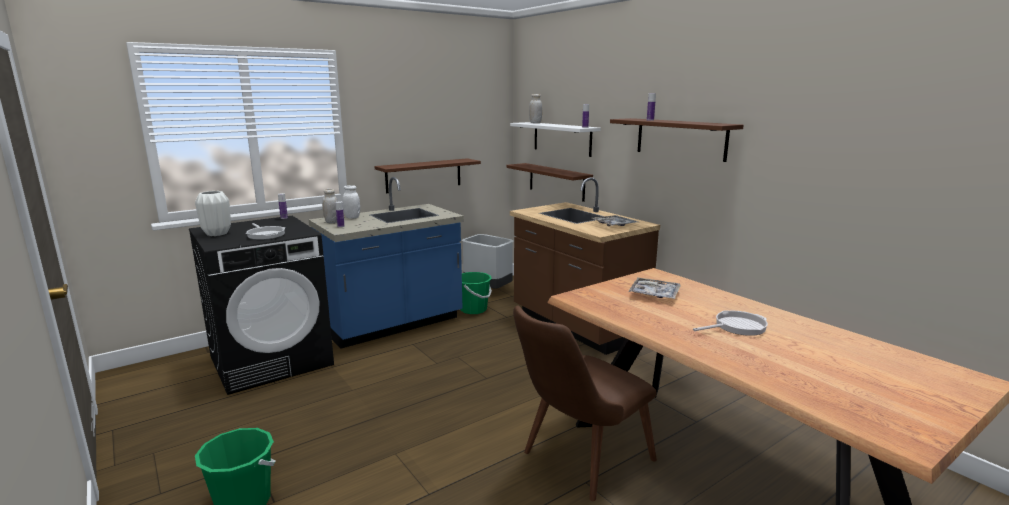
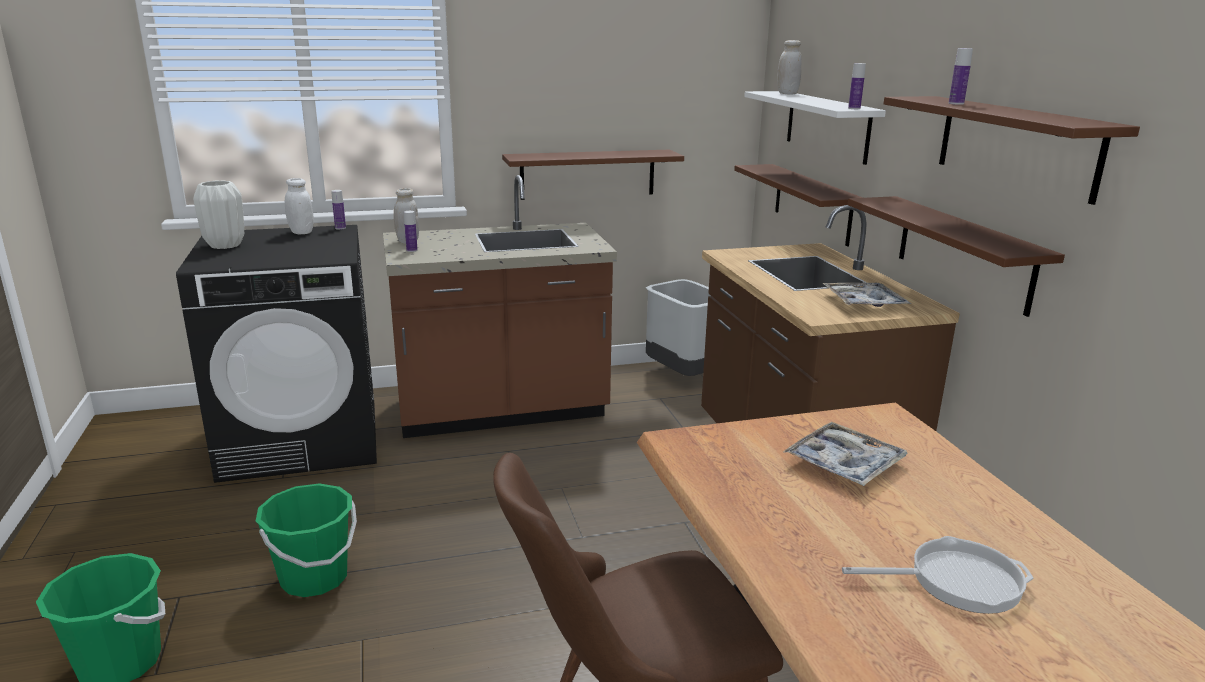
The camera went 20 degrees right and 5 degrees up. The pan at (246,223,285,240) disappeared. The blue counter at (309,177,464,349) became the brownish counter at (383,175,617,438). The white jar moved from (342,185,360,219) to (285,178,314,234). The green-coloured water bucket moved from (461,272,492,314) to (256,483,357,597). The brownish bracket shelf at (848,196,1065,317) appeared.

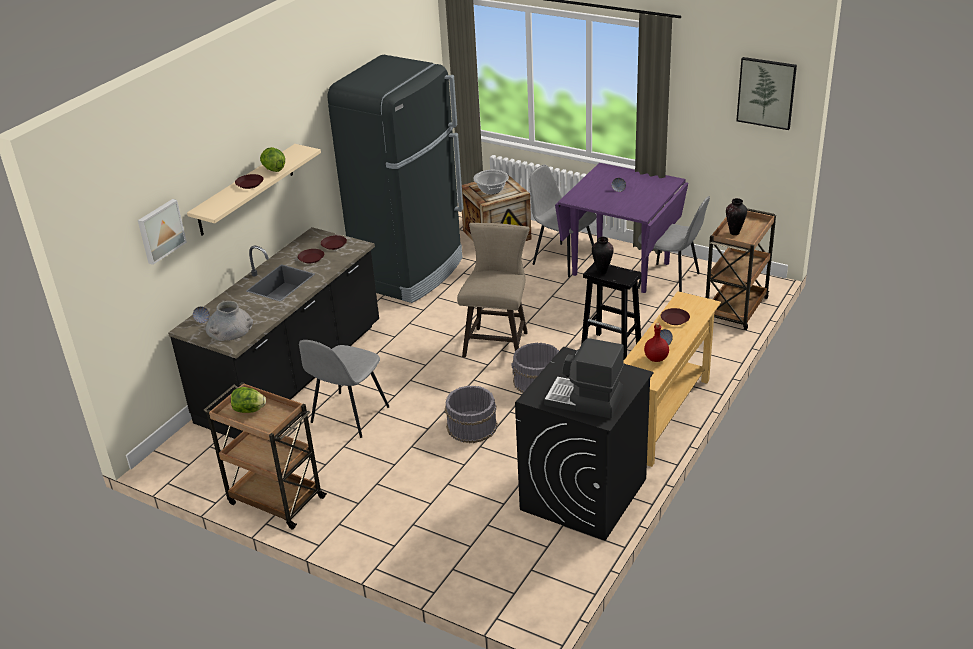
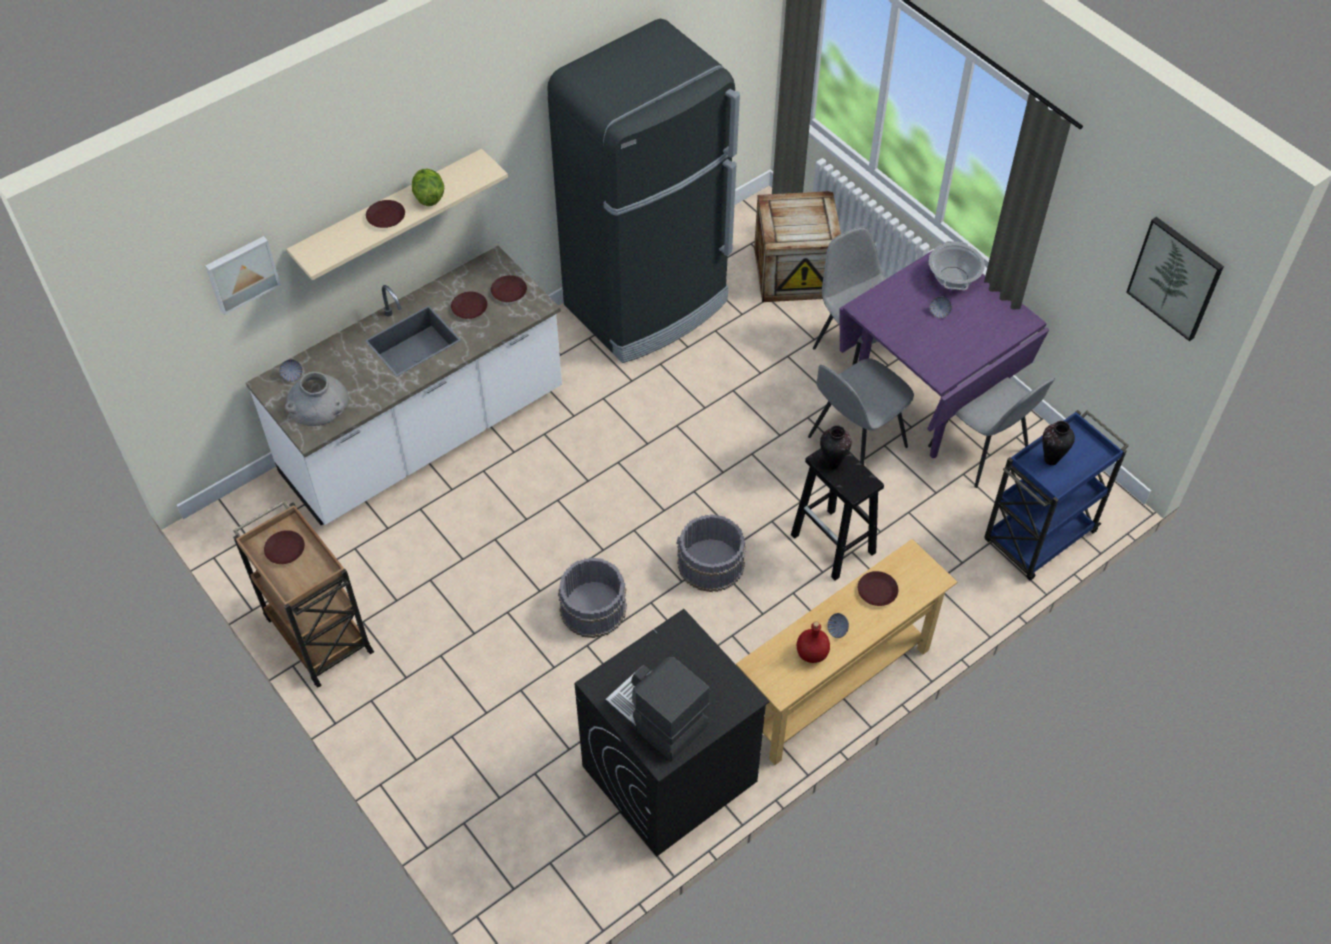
The camera went 20 degrees right and 20 degrees up. The black counter at (168,227,379,439) became the white counter at (246,246,562,525). The lettuce head at (231,387,266,413) was replaced by the brownish plate at (264,530,305,564). The grey chair moved from (299,340,390,438) to (808,358,914,465). The beige stool seat at (457,223,530,357) disappeared. The saucepot moved from (473,170,509,194) to (929,241,985,290). The brownish cart at (706,208,776,330) became the blue cart at (984,410,1129,581).

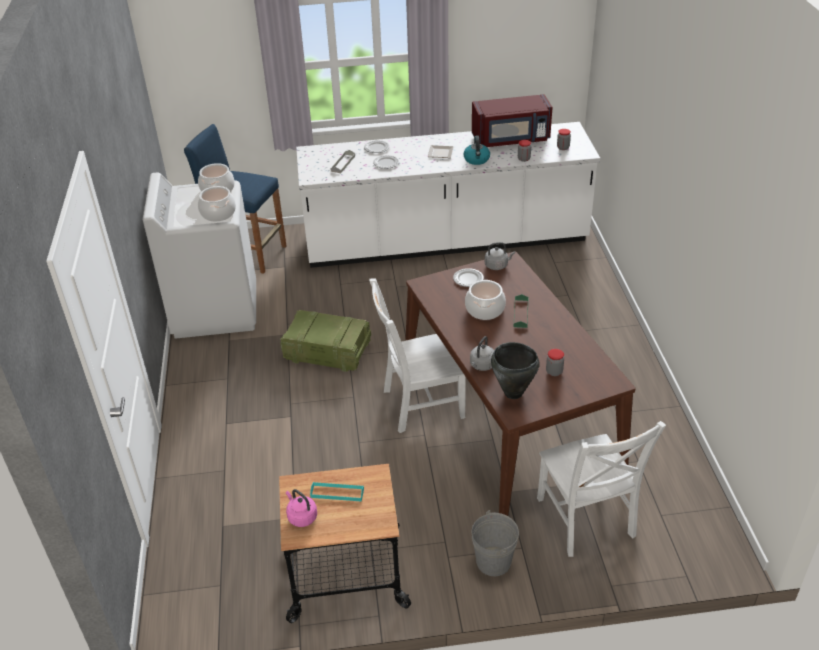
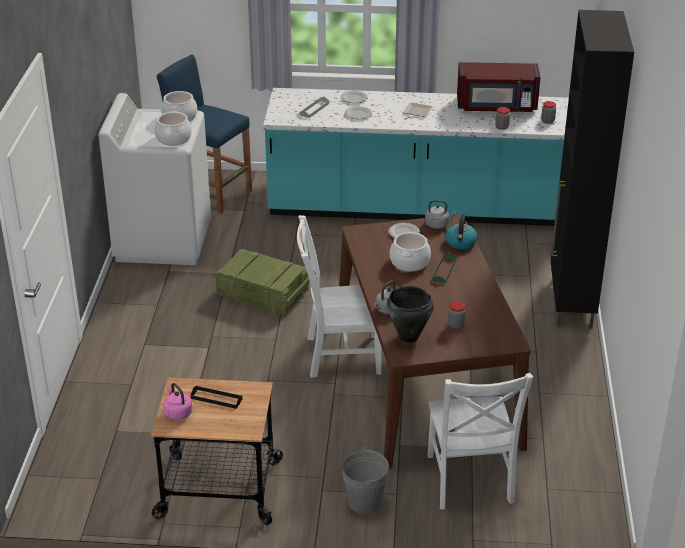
The camera went 10 degrees right and 5 degrees down. The white counter at (296,122,601,268) became the turquoise-coloured counter at (263,88,569,226). The turquoise-coloured serving tray at (310,482,364,502) became the black serving tray at (191,386,242,409). The kettle moved from (464,135,490,165) to (445,215,477,249). The black cabinet at (551,10,634,328) appeared.

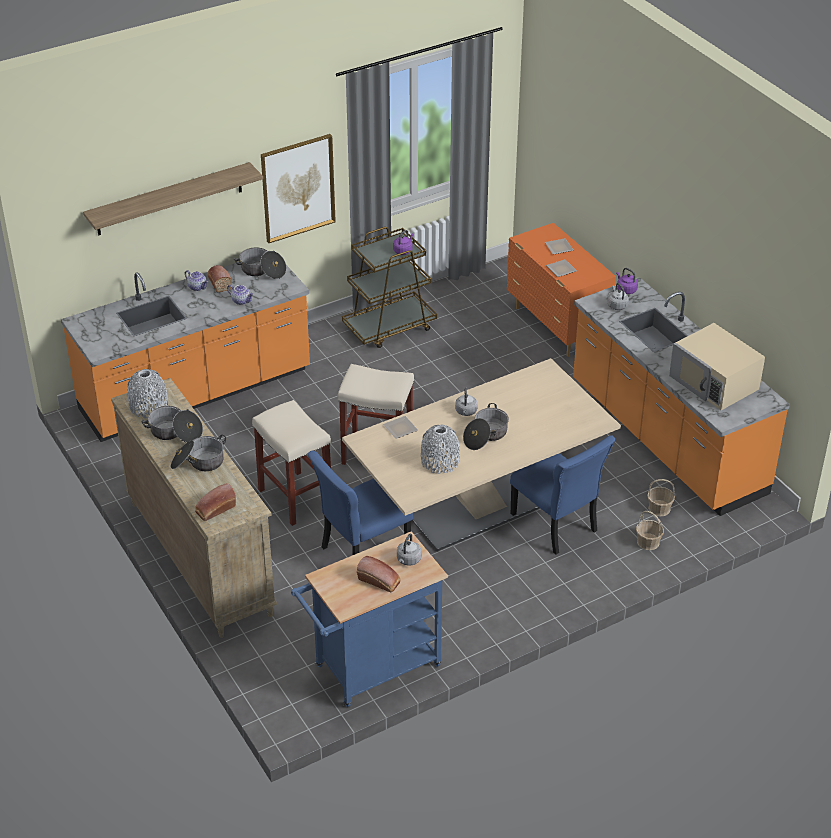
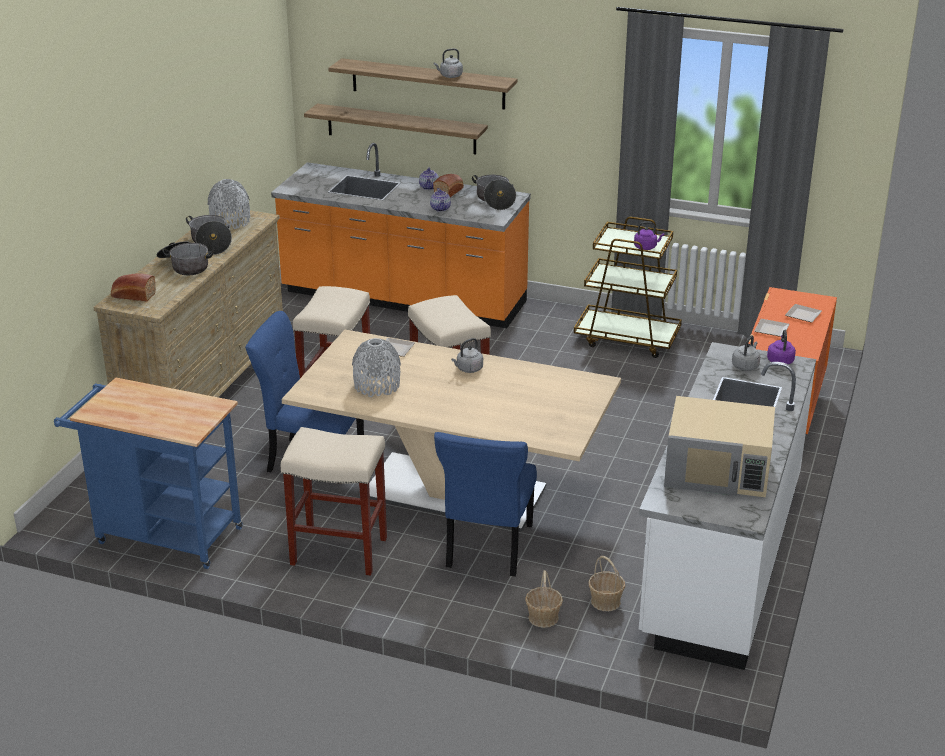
The camera went 50 degrees right and 10 degrees down. The wall picture at (261,134,336,243) disappeared. The bread at (357,556,400,592) disappeared. The grey kettle moved from (397,533,421,566) to (434,48,463,78). The saucepot at (463,403,509,450) disappeared. The orangey counter at (573,277,790,516) became the white counter at (639,342,816,670). The beige kitchen microwave at (669,323,765,410) turned 90 degrees counterclockwise. The beige stool seat at (281,427,387,576) appeared. The bracket shelf at (304,104,488,155) appeared.

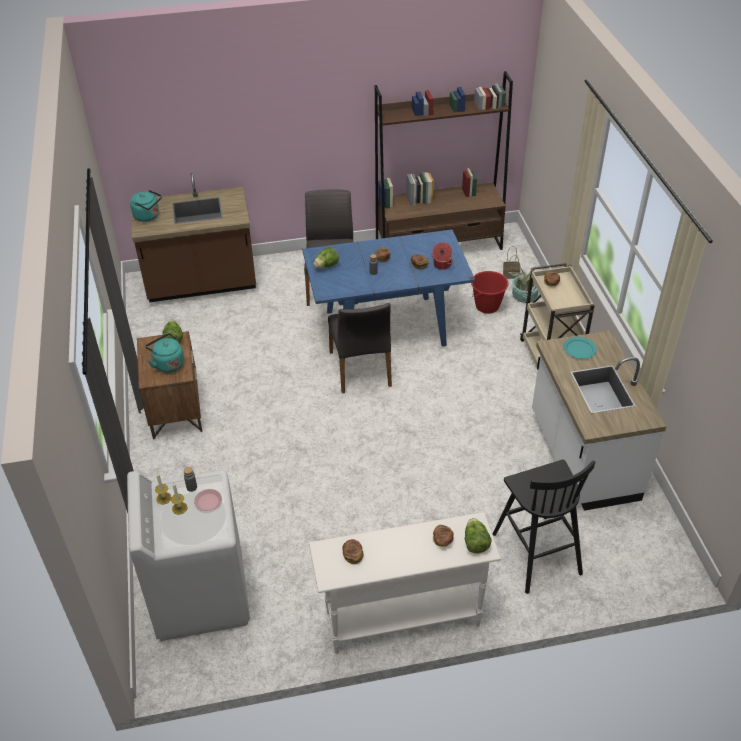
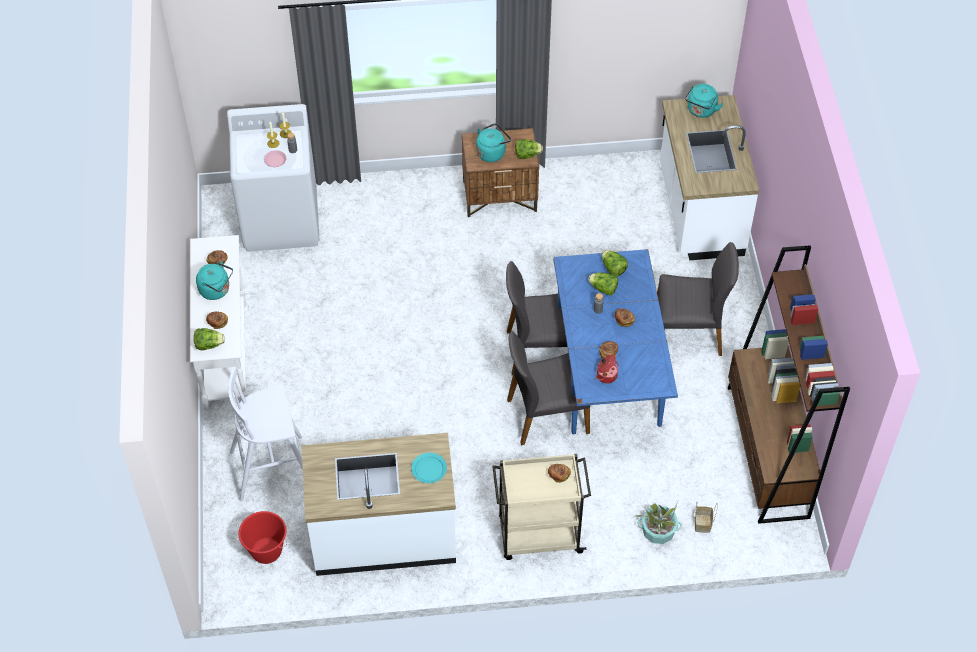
The camera went 95 degrees right and 10 degrees up. The brownish counter at (131,173,256,302) became the white counter at (660,95,759,260). The reddish water bucket moved from (471,271,509,314) to (238,511,287,564). The black stool seat at (493,459,595,594) became the white stool seat at (228,368,303,501). The turquoise-coloured kettle at (196,261,233,300) appeared. The grey chair at (507,331,590,445) appeared. The lettuce head at (588,273,618,296) appeared.

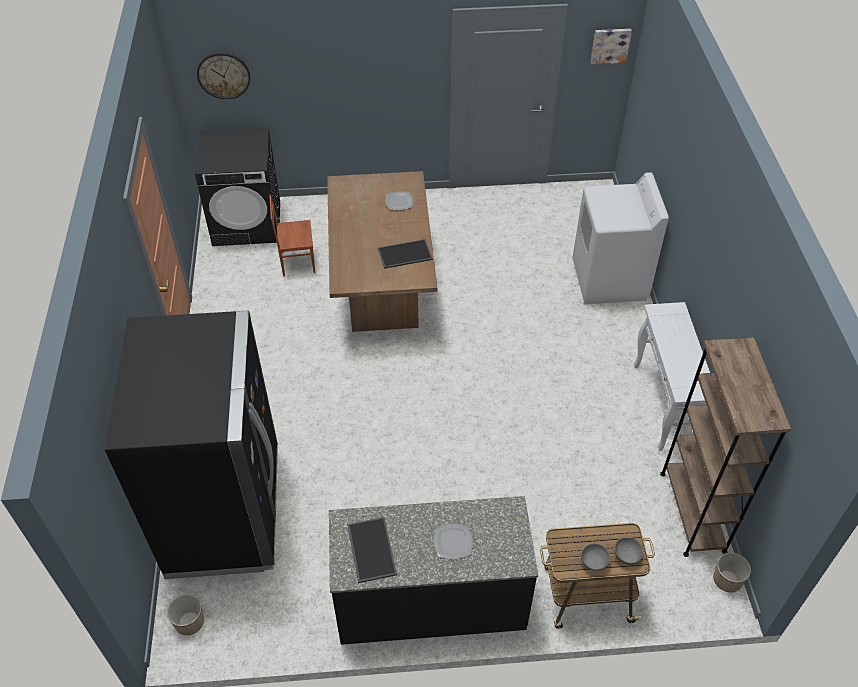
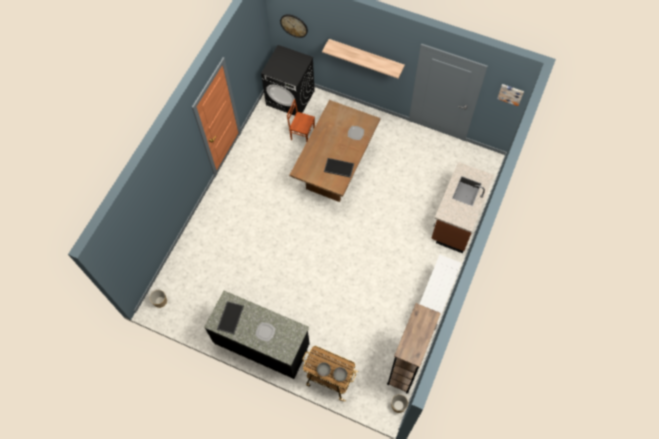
The camera went 30 degrees right and 15 degrees up. The black kitchen fridge at (105,311,278,579) disappeared. The white laundry appliance at (572,172,669,304) was replaced by the brownish counter at (431,162,494,253). The bracket shelf at (322,39,405,78) appeared.

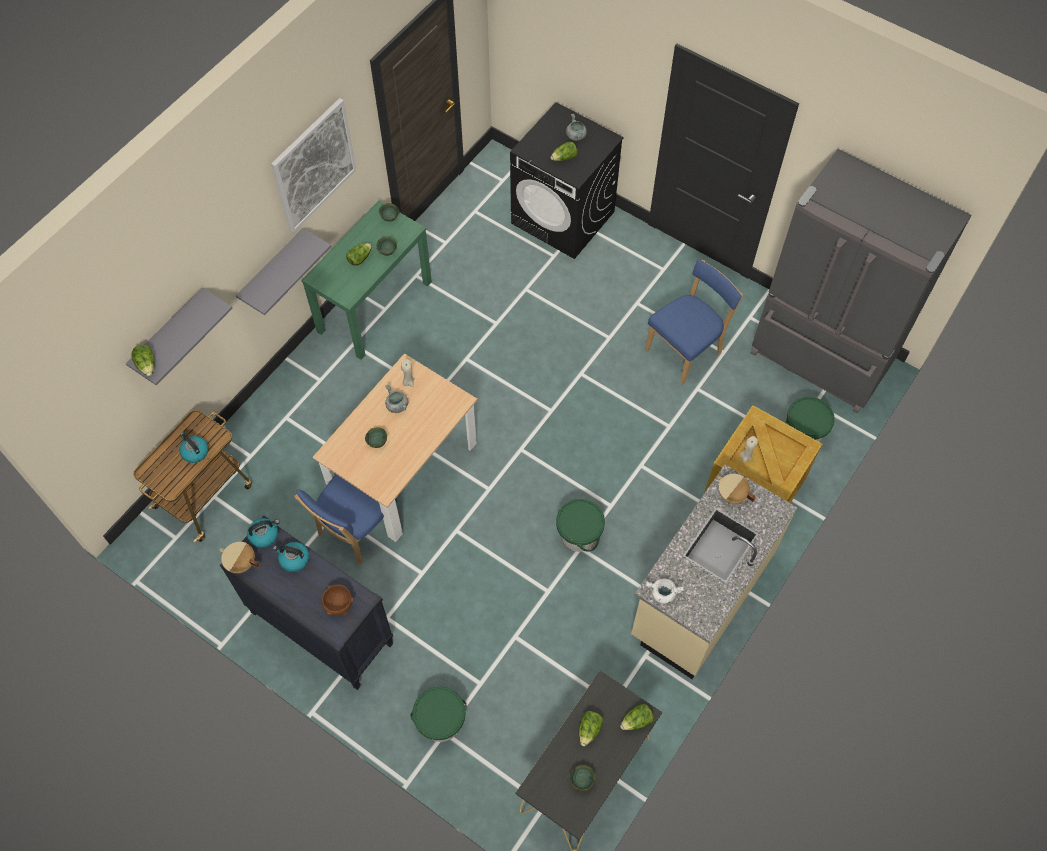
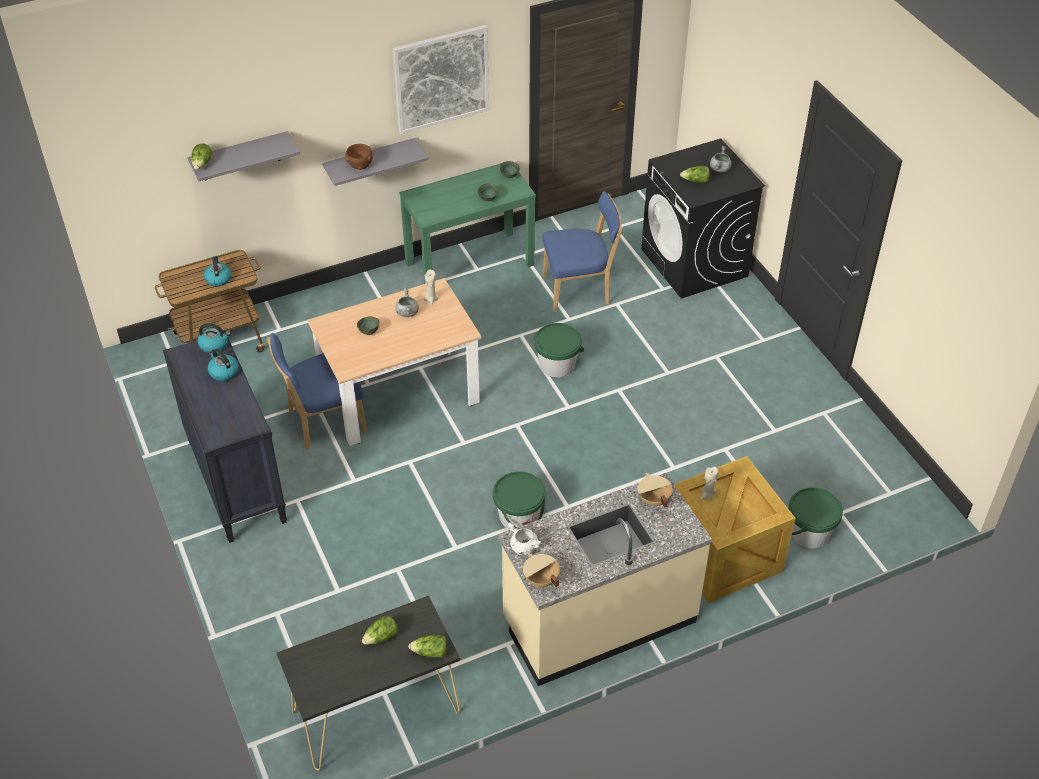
The camera went 30 degrees right and 15 degrees down. The beige saucepot moved from (220,542,259,573) to (523,553,560,587). The brownish serving bowl moved from (322,584,354,615) to (346,144,373,170). The lettuce head at (346,243,372,266) disappeared. The green-coloured water bucket moved from (410,686,467,742) to (534,323,584,377). The green-coloured serving bowl at (570,765,595,791) disappeared. The blue chair moved from (645,260,743,385) to (542,191,623,312). The grey kitchen fridge at (750,149,971,414) disappeared.

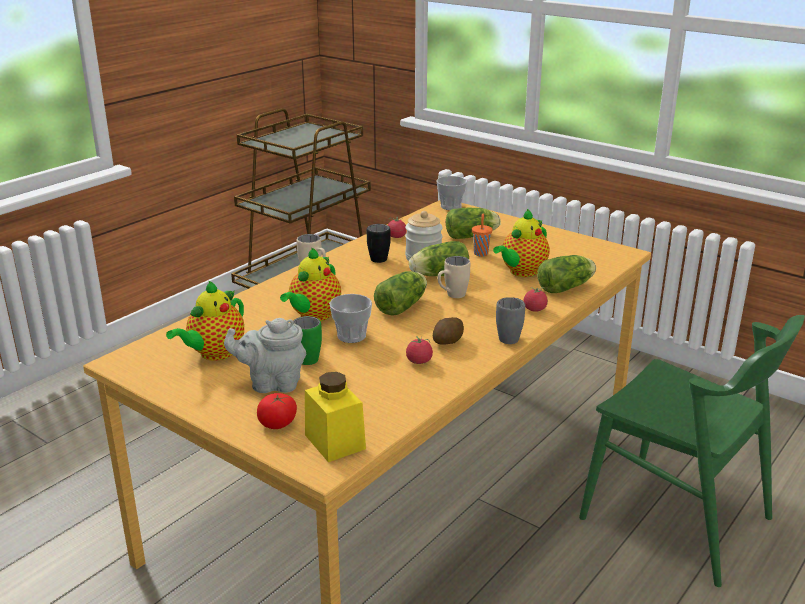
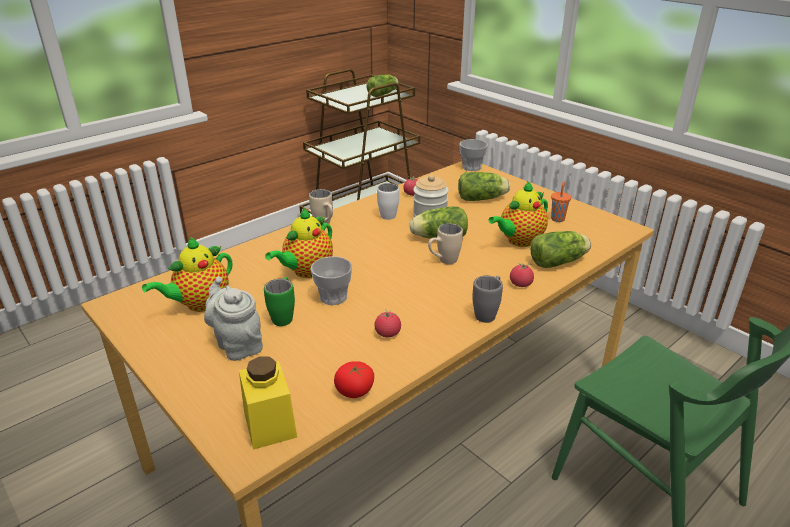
The camera went 10 degrees right and 5 degrees up. The grey tea pot at (224,318,306,393) turned 45 degrees clockwise. The tomato moved from (257,393,297,429) to (334,361,374,398). The black mug at (367,224,391,263) became the white mug at (377,183,399,220). The lettuce head moved from (374,271,427,316) to (366,75,399,97). The potato at (433,317,464,345) disappeared. The orangey drinking cup moved from (472,214,492,256) to (551,181,571,222).

